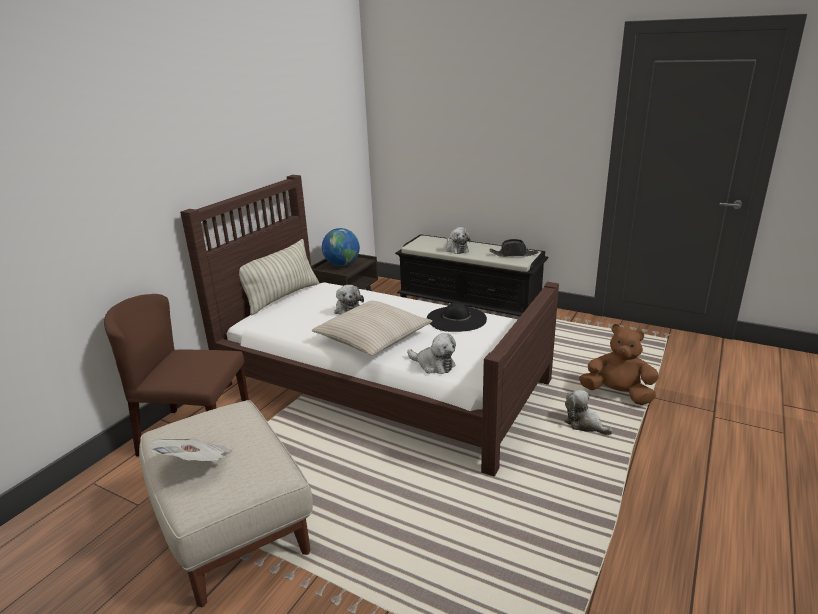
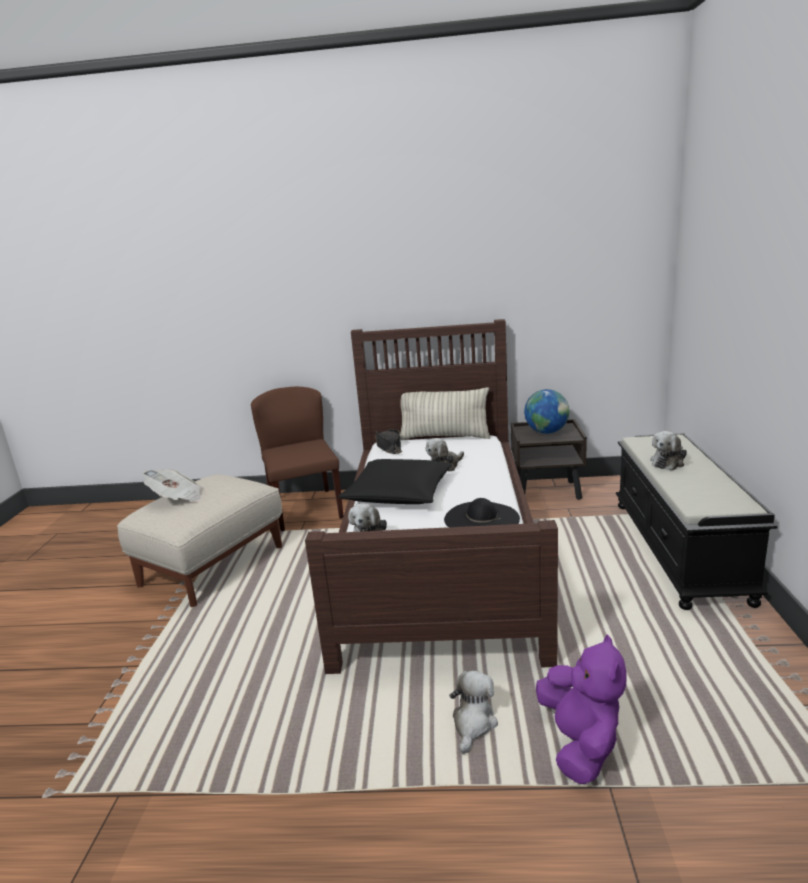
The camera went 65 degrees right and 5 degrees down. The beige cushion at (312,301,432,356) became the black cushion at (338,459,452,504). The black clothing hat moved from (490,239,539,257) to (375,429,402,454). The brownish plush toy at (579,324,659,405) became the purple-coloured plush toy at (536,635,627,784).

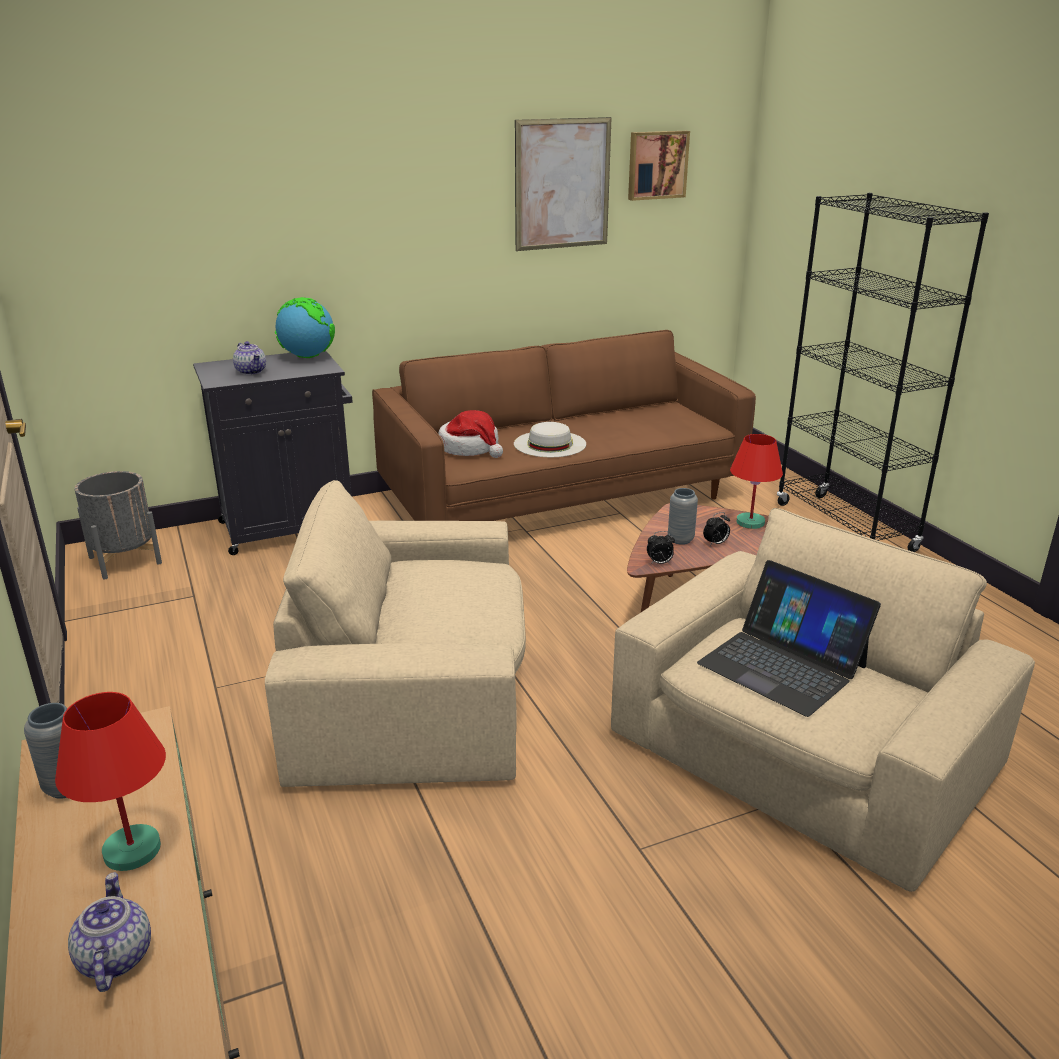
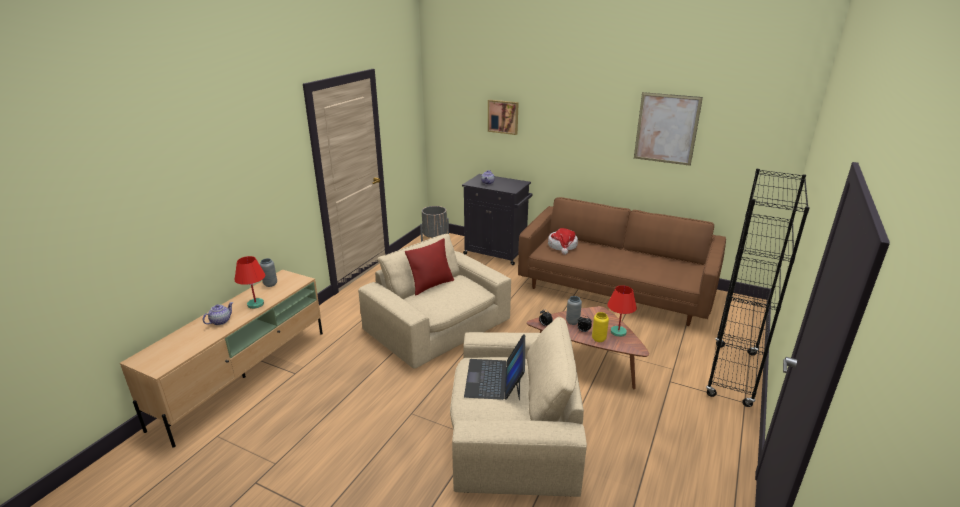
The camera went 50 degrees right and 0 degrees up. The world globe at (275,297,335,358) disappeared. The white clothing hat at (514,422,586,457) disappeared. The wall picture moved from (628,131,690,201) to (488,100,519,135). The reddish cushion at (405,238,454,295) appeared. The yellow flower vase at (592,312,609,342) appeared.

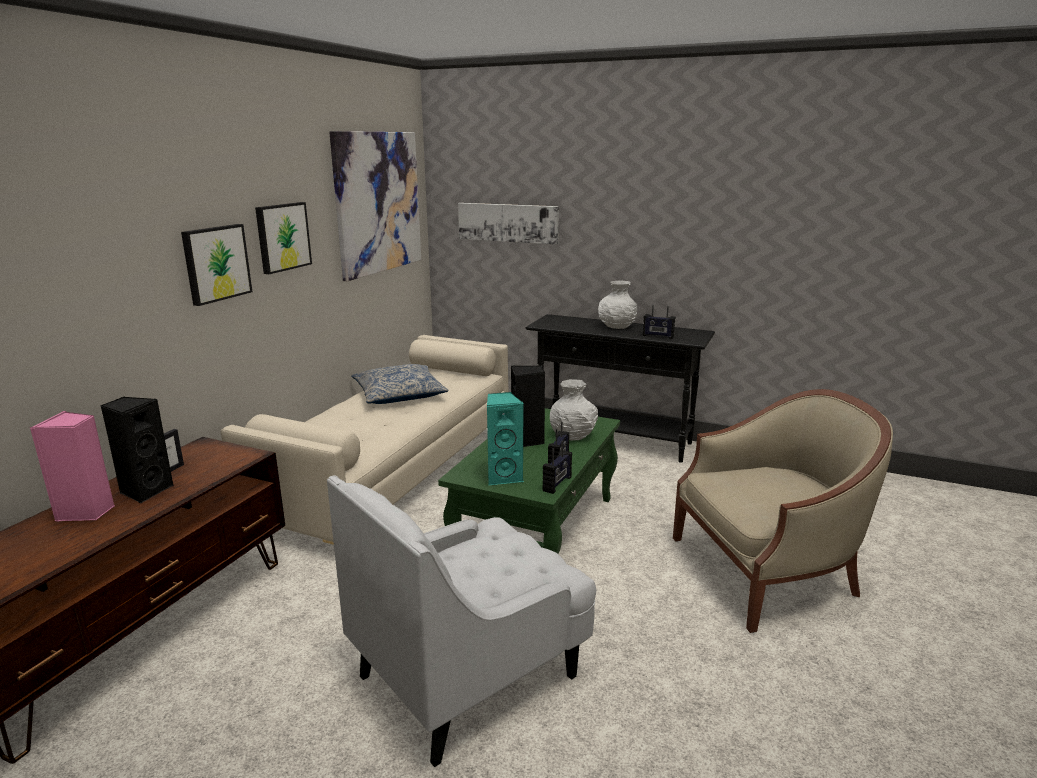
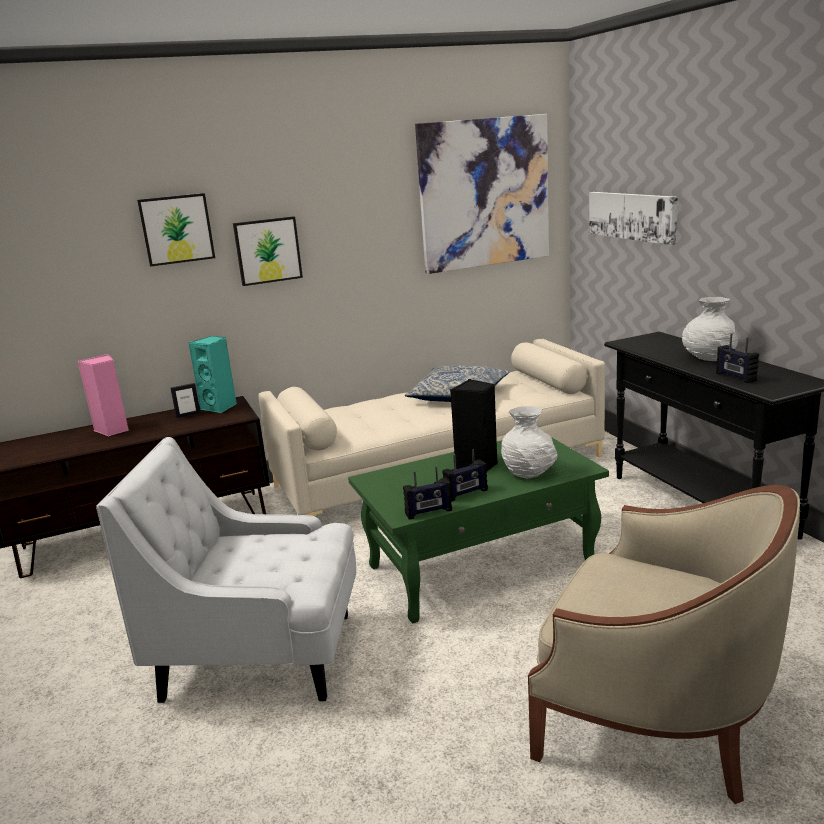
The camera went 45 degrees right and 0 degrees up. The black audio speaker at (101,397,174,504) disappeared. The wall picture moved from (255,202,312,274) to (137,193,215,267). The turquoise-coloured audio speaker moved from (487,392,524,486) to (188,336,237,413).

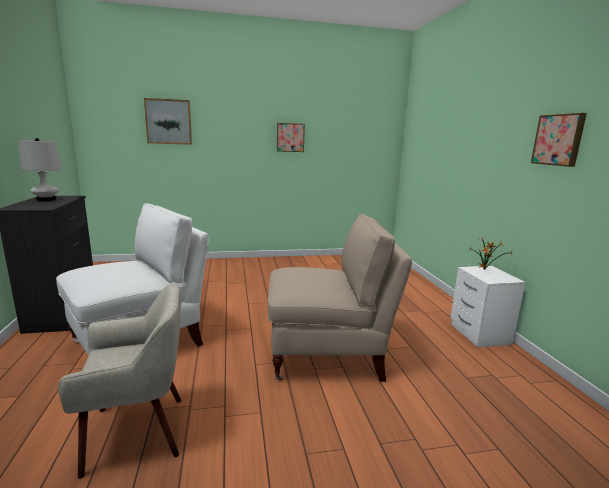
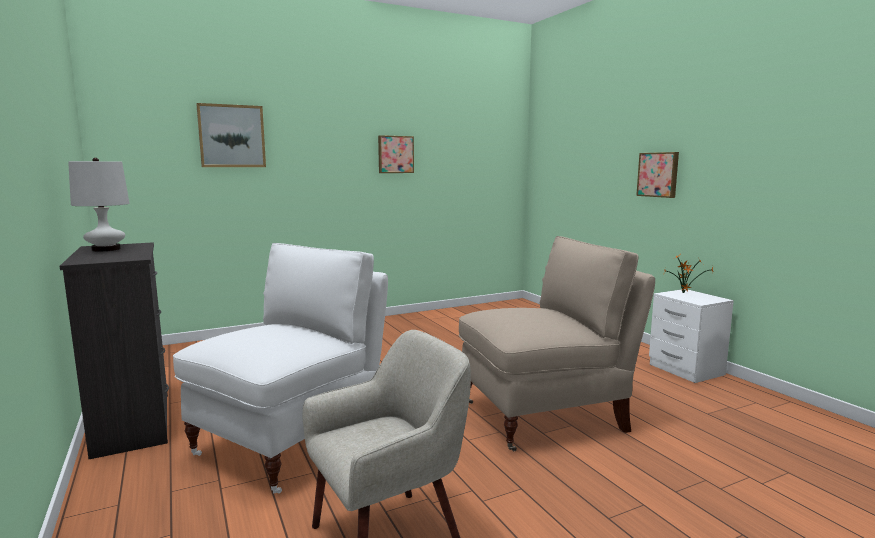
The camera went 15 degrees left and 5 degrees down. The wall picture moved from (531,113,587,167) to (636,152,679,198).

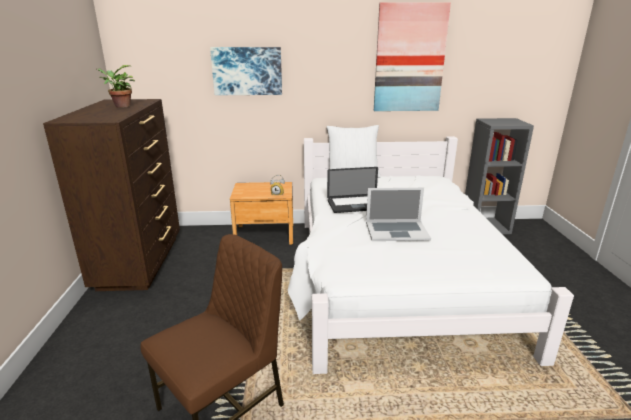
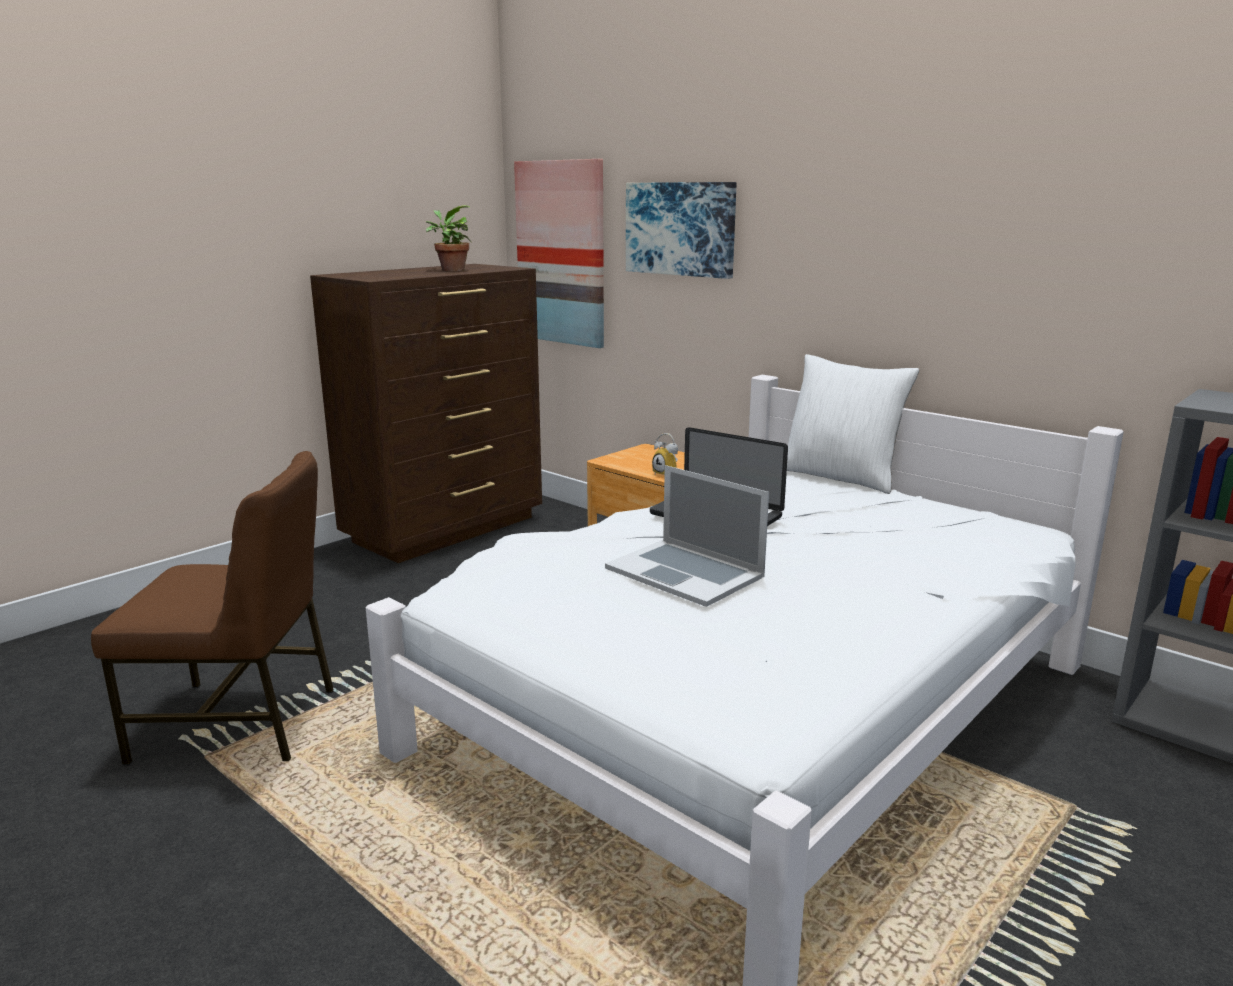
The camera went 45 degrees right and 5 degrees down. The wall picture moved from (374,2,451,111) to (514,159,604,348).

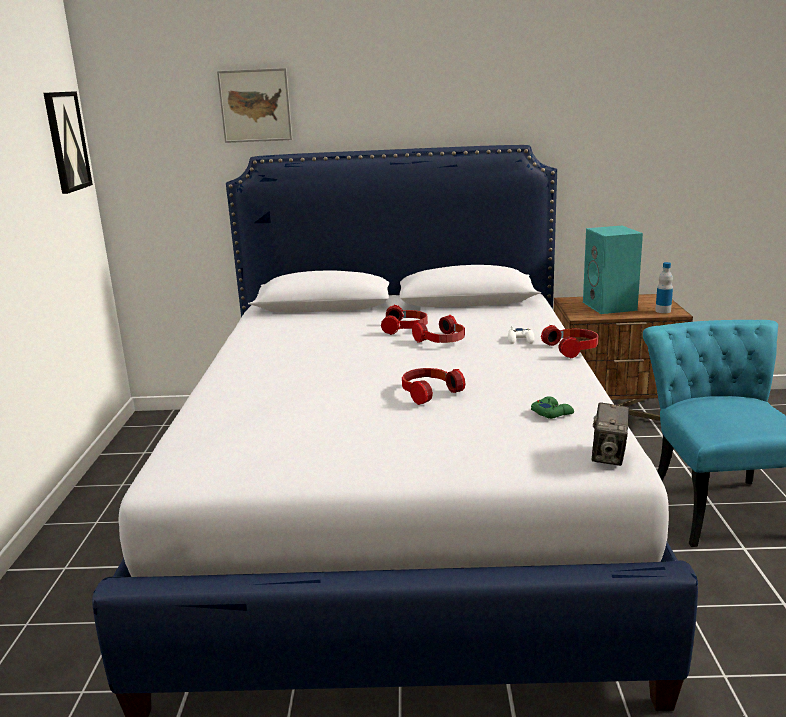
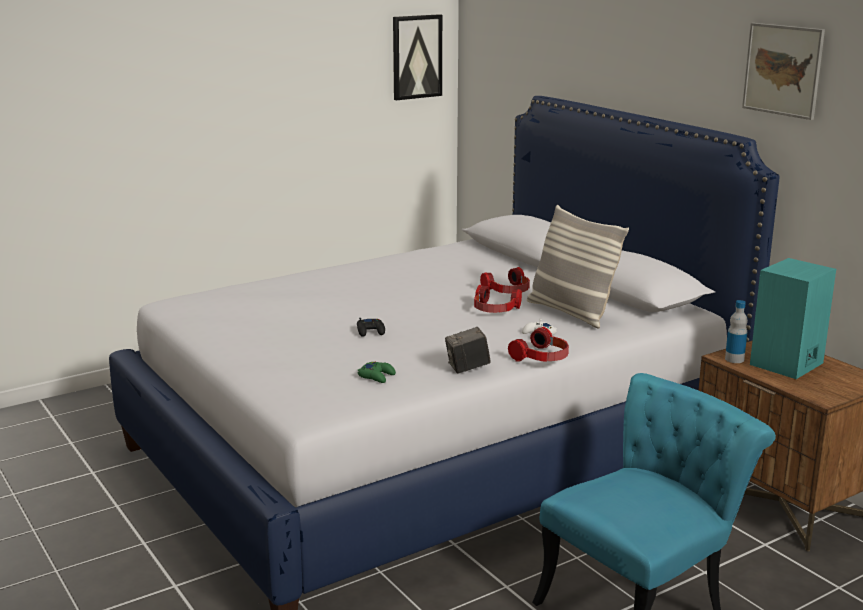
The camera went 55 degrees right and 0 degrees up. The wall picture moved from (217,68,292,143) to (742,23,825,120). The pair of headphones at (402,368,466,405) was replaced by the black joypad at (357,318,385,337). The still camera moved from (592,403,629,466) to (445,327,491,374). The beverage bottle moved from (655,262,673,313) to (725,300,748,363). The cushion at (527,205,629,329) appeared.

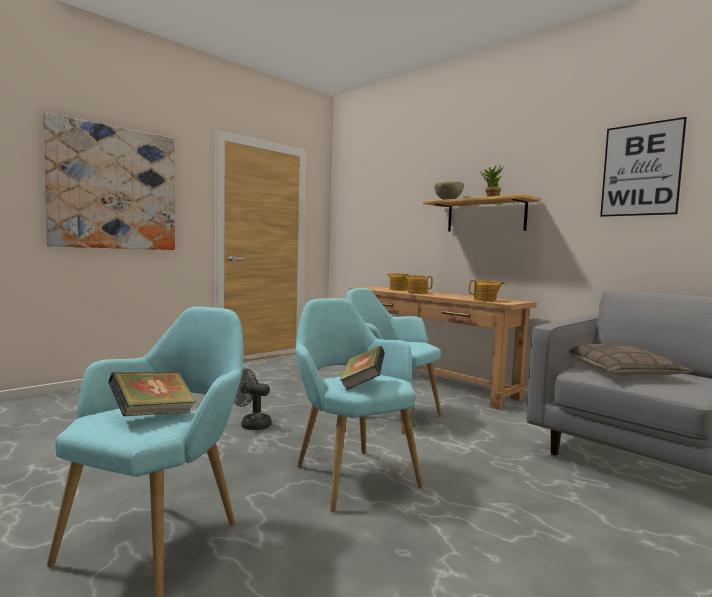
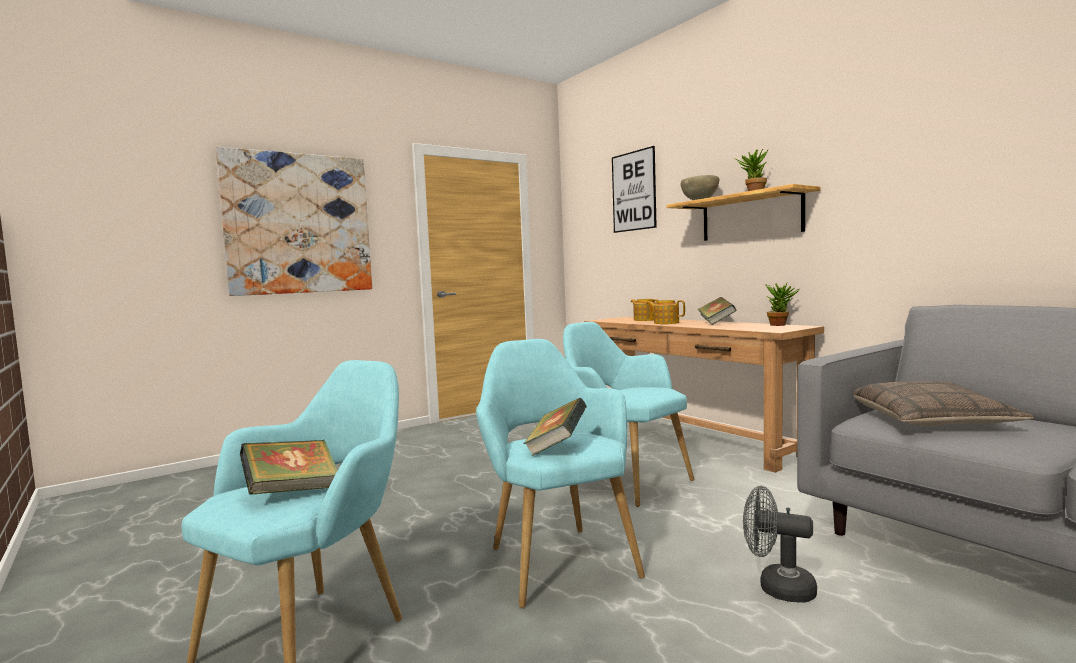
The camera went 10 degrees right and 0 degrees up. The grey fan moved from (234,368,272,430) to (743,486,817,603). The tea pot at (469,280,504,302) disappeared. The wall picture moved from (600,117,687,217) to (612,146,657,233). The bound book at (697,297,736,325) appeared. The potted plant at (765,283,799,326) appeared.

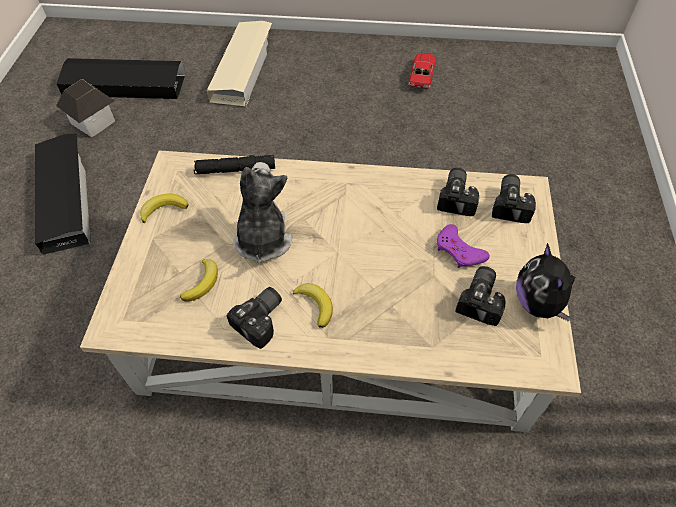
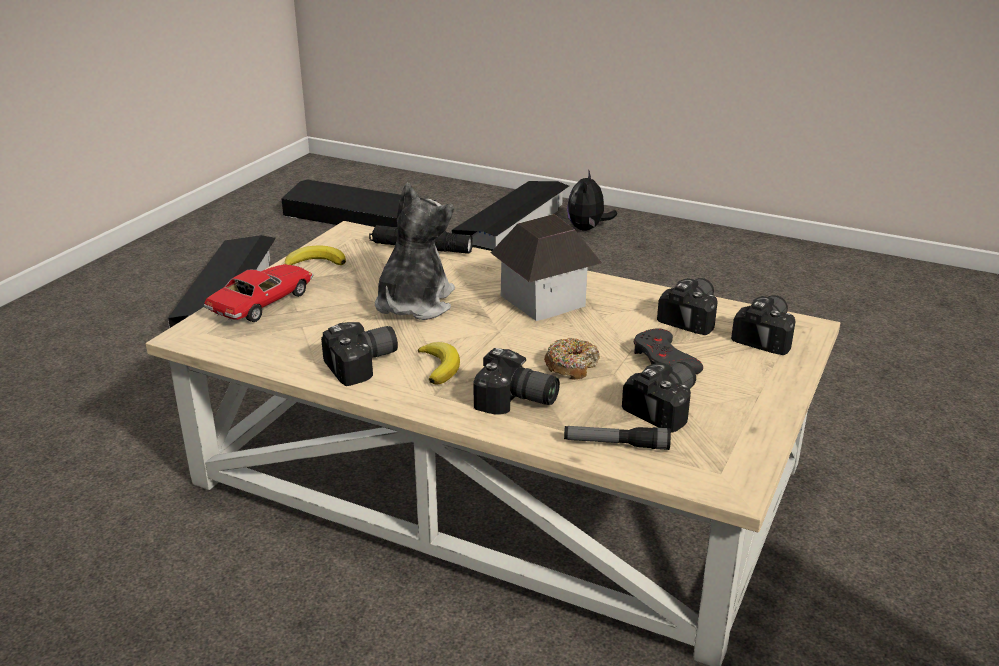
The camera went 20 degrees right and 25 degrees down. The toy house moved from (56,79,115,137) to (490,214,602,321). The banana at (180,259,218,302) disappeared. The beige storage bin at (207,21,272,106) became the black storage bin at (452,181,569,251). The model car moved from (409,53,436,89) to (204,264,313,322). The purple-coloured joypad at (437,224,490,268) became the grey joypad at (634,328,703,374). The plush toy moved from (516,243,575,321) to (567,171,617,231). The still camera at (473,348,560,415) appeared. The ring doughnut at (544,338,600,380) appeared. The flashlight at (564,426,671,450) appeared.

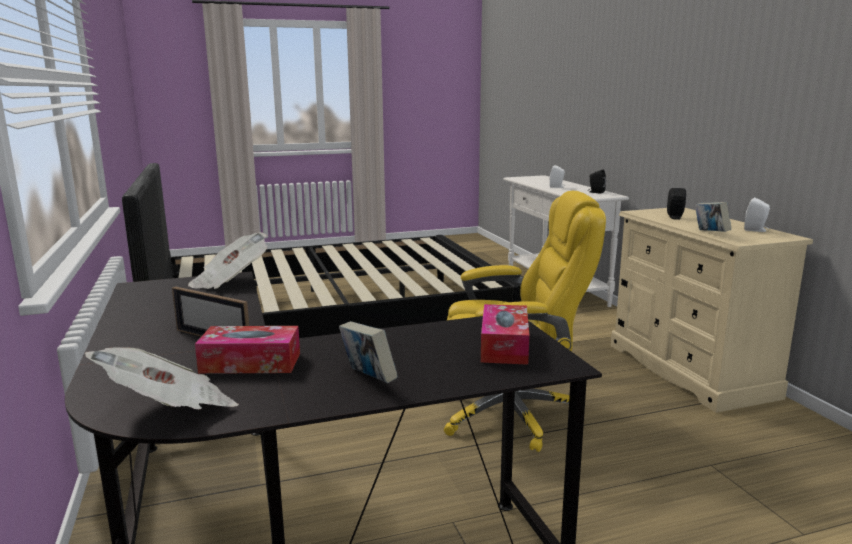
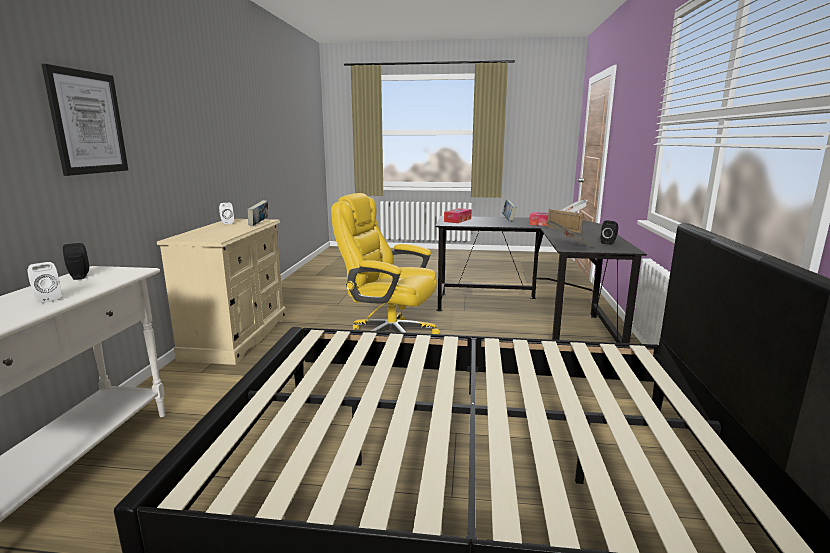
The camera went 155 degrees left and 0 degrees up. The black audio speaker moved from (667,188,686,220) to (601,220,618,245). The wall picture at (42,64,128,176) appeared.

